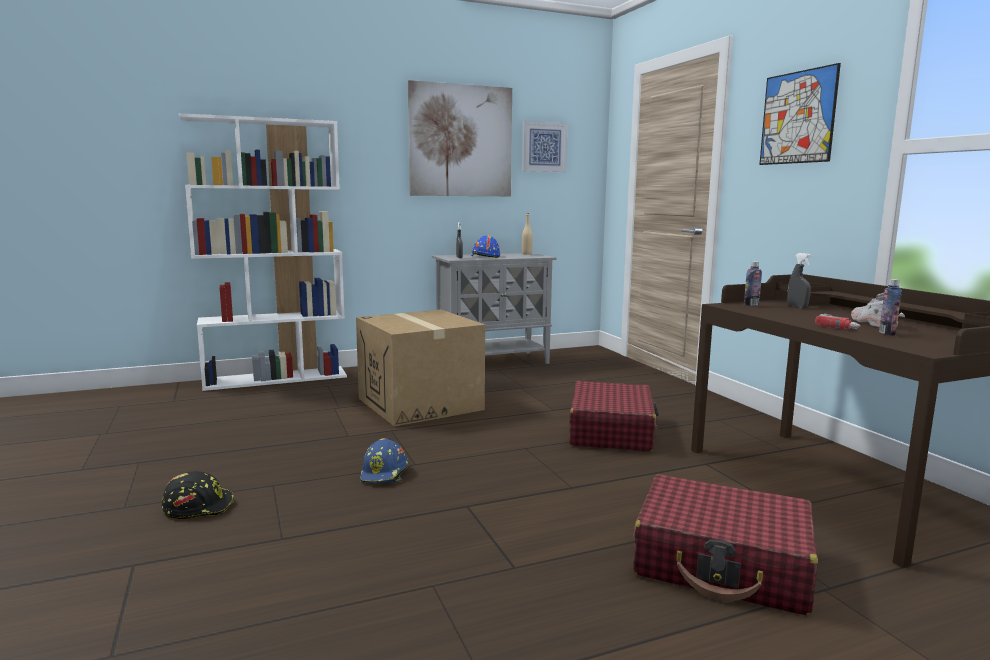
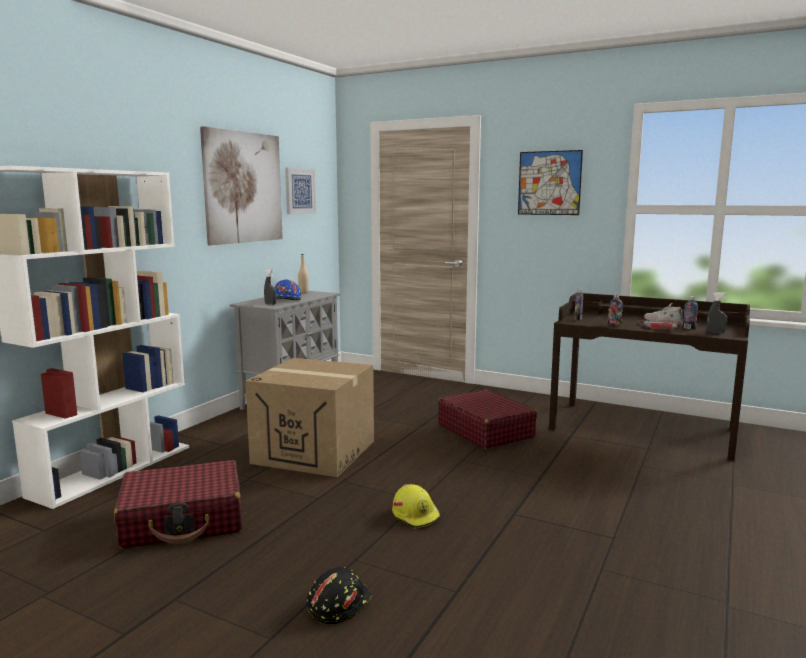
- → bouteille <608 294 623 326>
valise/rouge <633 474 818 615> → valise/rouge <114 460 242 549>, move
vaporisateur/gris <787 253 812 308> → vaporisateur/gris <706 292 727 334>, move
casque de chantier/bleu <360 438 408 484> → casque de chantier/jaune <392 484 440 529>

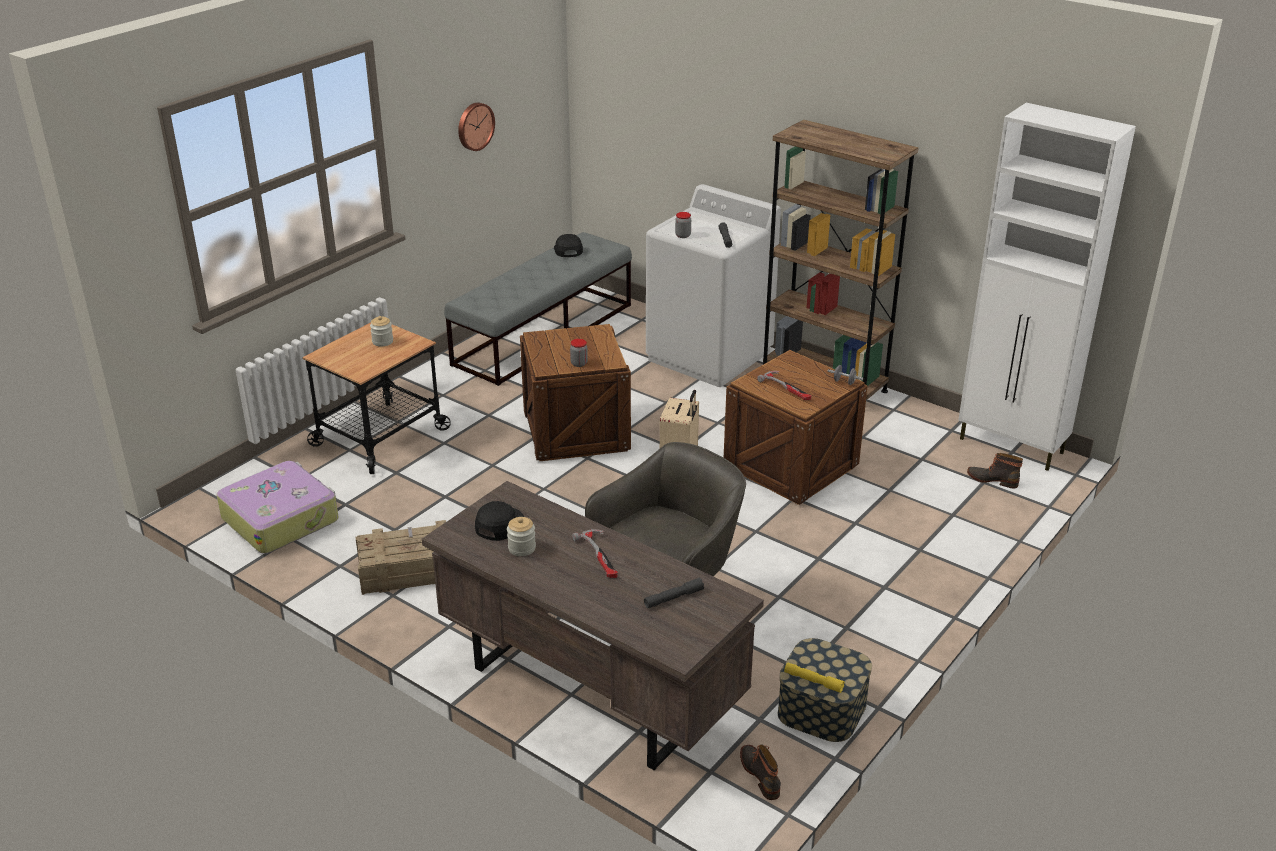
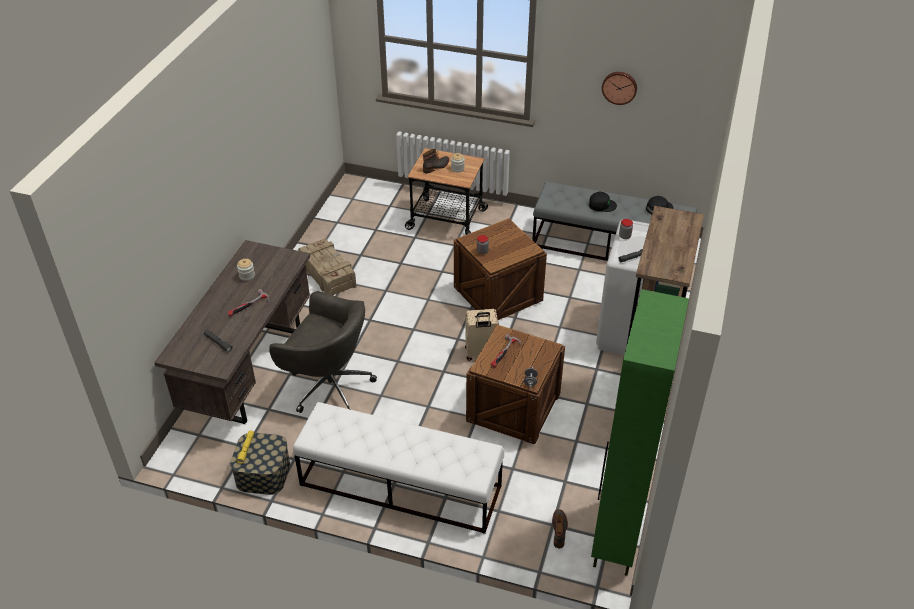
valise <217 461 338 554> → -
- → banc/blanc <293 402 504 534>
casquette/noir <475 501 524 541> → casquette/noir <589 192 617 212>, move
botte <740 744 781 800> → botte <423 149 449 174>, move
meuble de rangement/blanc <958 103 1136 471> → meuble de rangement/vert <591 289 689 576>

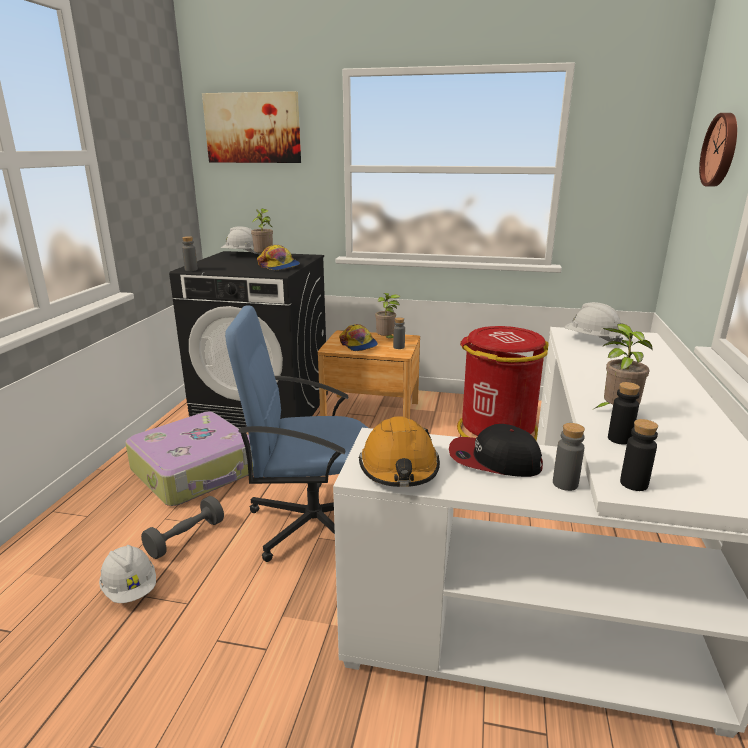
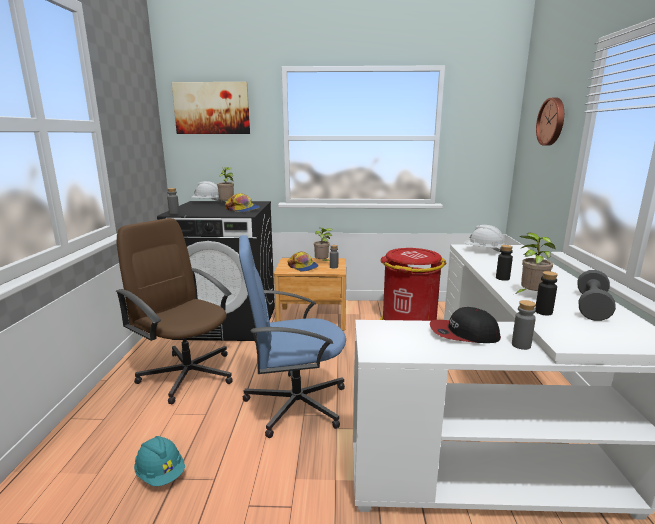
casque de chantier/orange <359 417 440 487> → -
haltère/gris <141 496 224 559> → haltère/gris <577 270 616 321>, move
bouteille/noir <620 419 658 491> → bouteille/noir <496 245 513 281>, move
valise <125 412 253 506> → chaise de bureau/marron <115 218 233 404>
casque de chantier/blanc <99 545 156 603> → casque de chantier/turquoise <134 436 185 486>

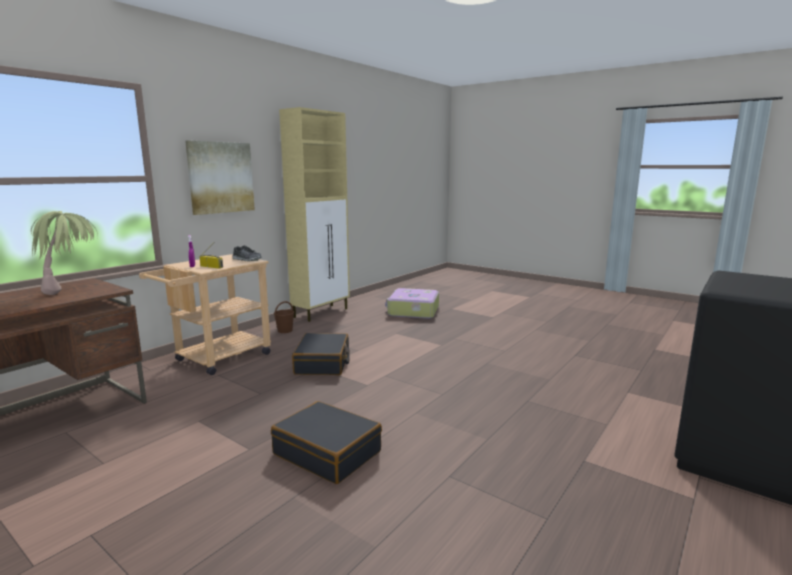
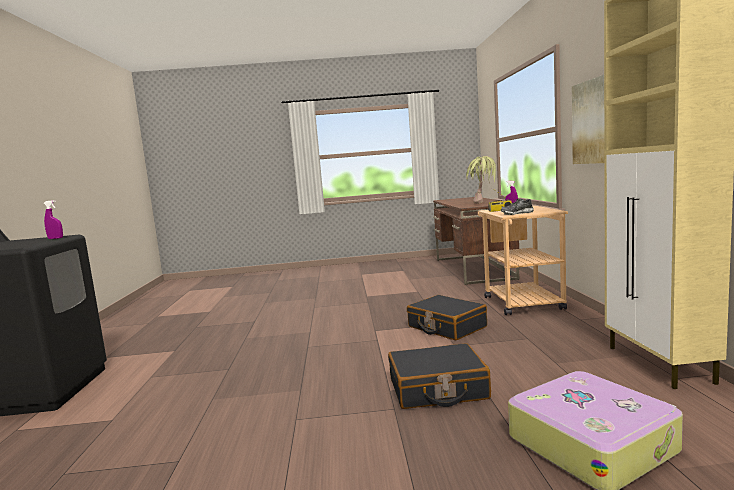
seau/marron <274 301 294 333> → -
- → vaporisateur/violet <44 200 63 239>
valise/noir <271 401 382 484> → valise/noir <388 343 491 409>, move

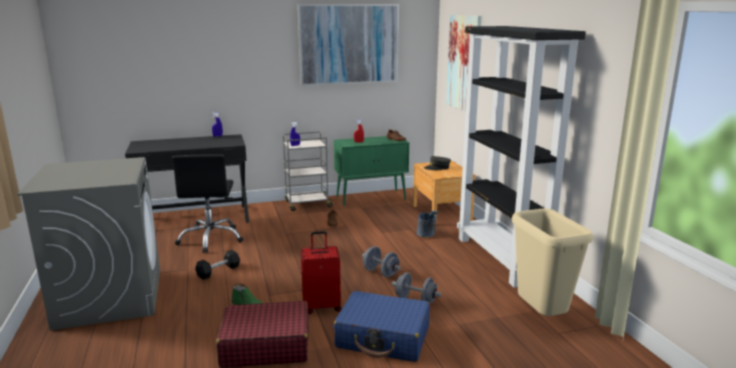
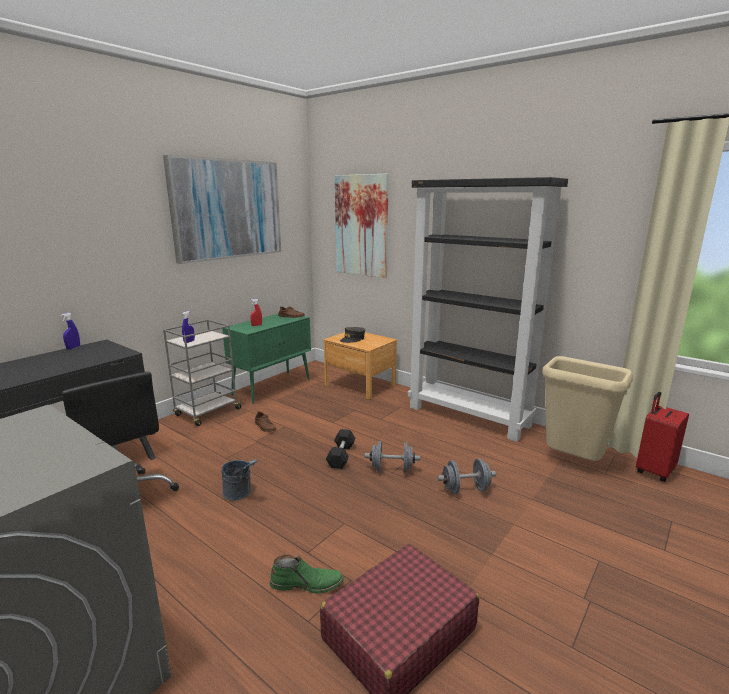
valise/bleu <334 291 430 362> → -
haltère/noir <195 250 240 280> → haltère/noir <326 429 355 469>, move
valise/rouge <301 231 341 314> → valise/rouge <636 392 689 482>, move
seau/gris <417 211 438 237> → seau/gris <221 459 258 501>, move

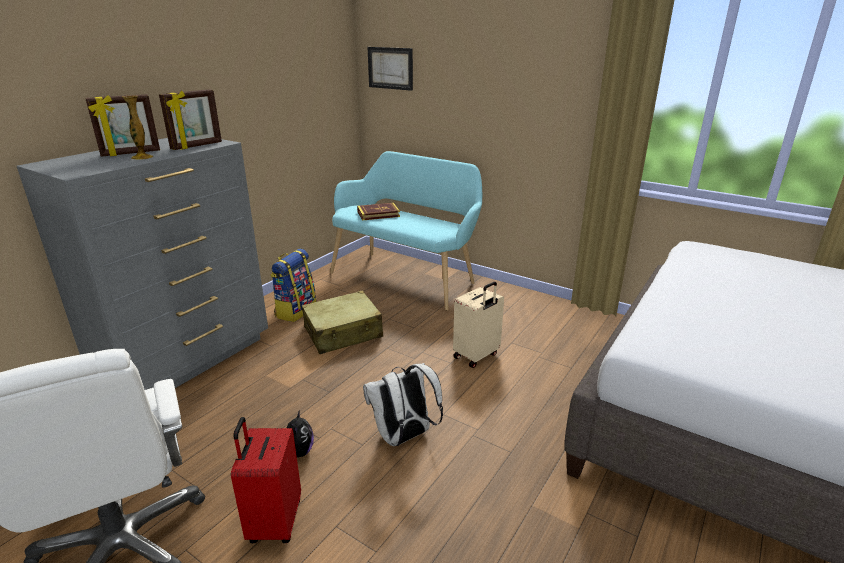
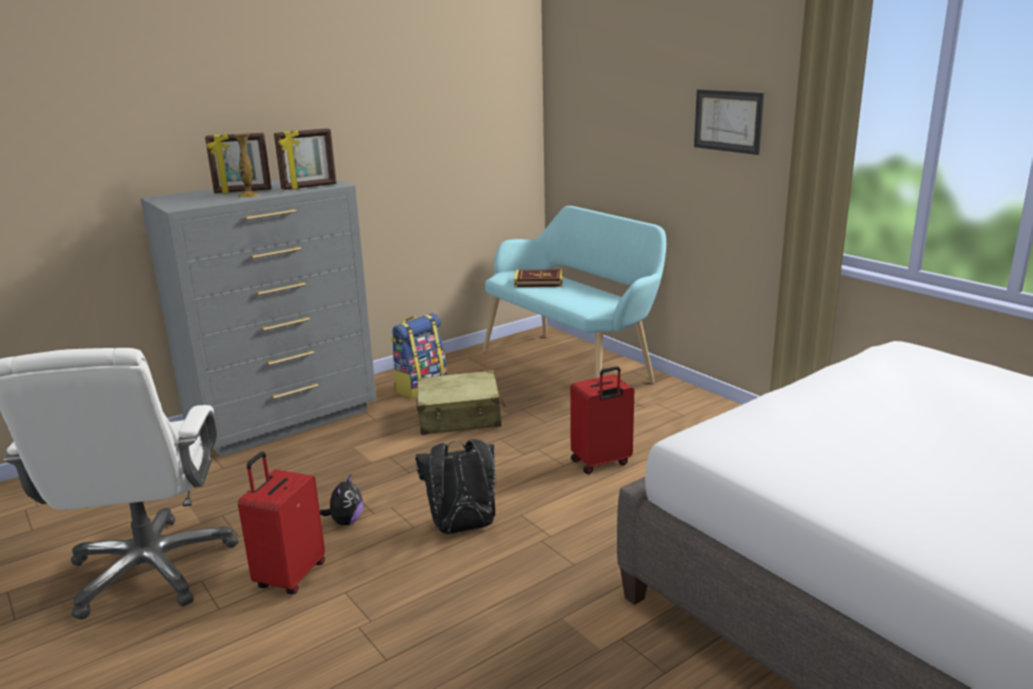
tableau <368 47 413 91> → tableau <694 89 764 155>, move
sac à dos/blanc <363 363 443 446> → sac à dos/noir <415 439 496 534>
valise/beige <453 282 504 368> → valise/rouge <570 366 634 474>

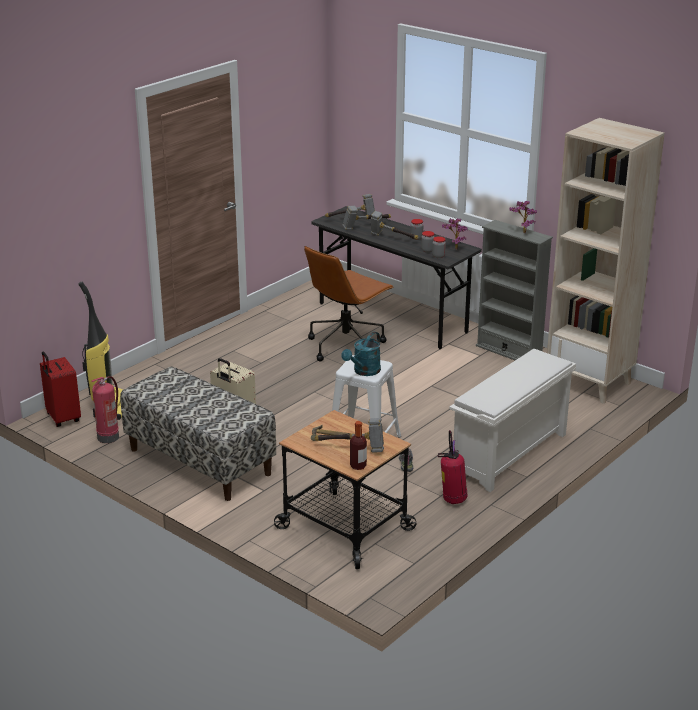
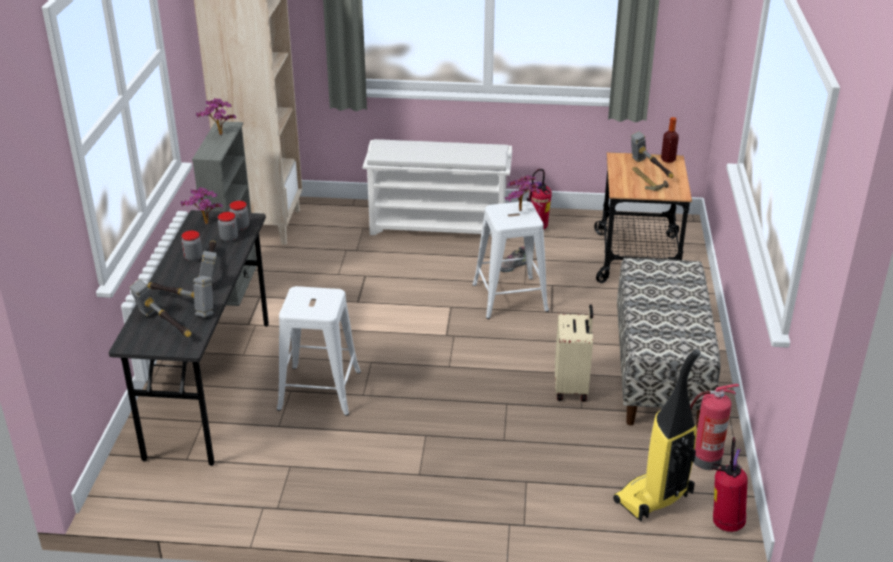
valise/rouge <40 352 81 427> → extincteur <712 437 748 532>
chaise de bureau/marron <304 246 394 362> → tabouret/blanc <277 286 361 416>
arrosoir/turquoise <341 332 381 376> → plante en pot <505 175 540 211>

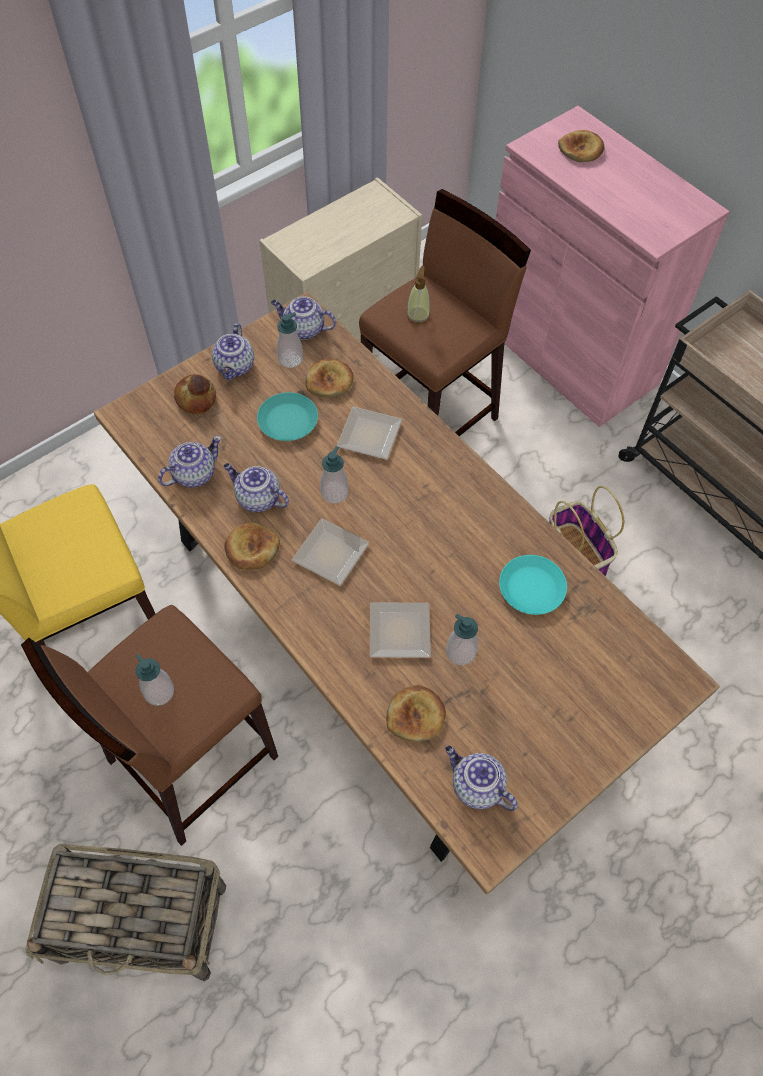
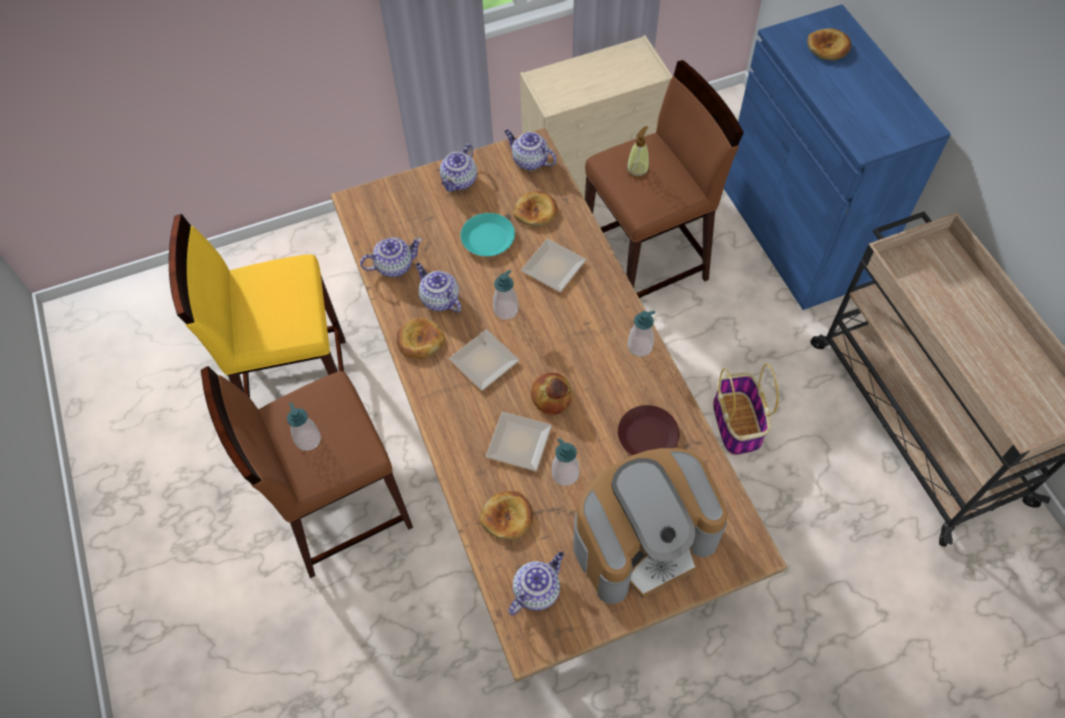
panier <25 844 226 982> → -
- → machine à café <573 448 728 604>
pain <174 374 216 414> → pain <531 373 572 415>, move
distributeur de savon <277 312 303 368> → distributeur de savon <627 311 655 357>, move
meuble de rangement/rose <496 106 730 427> → meuble de rangement/bleu <724 4 951 310>
assiette/turquoise <499 555 567 615> → assiette/marron <618 405 680 456>
théière <445 746 518 811> → théière <508 552 564 615>, 75 degrees clockwise

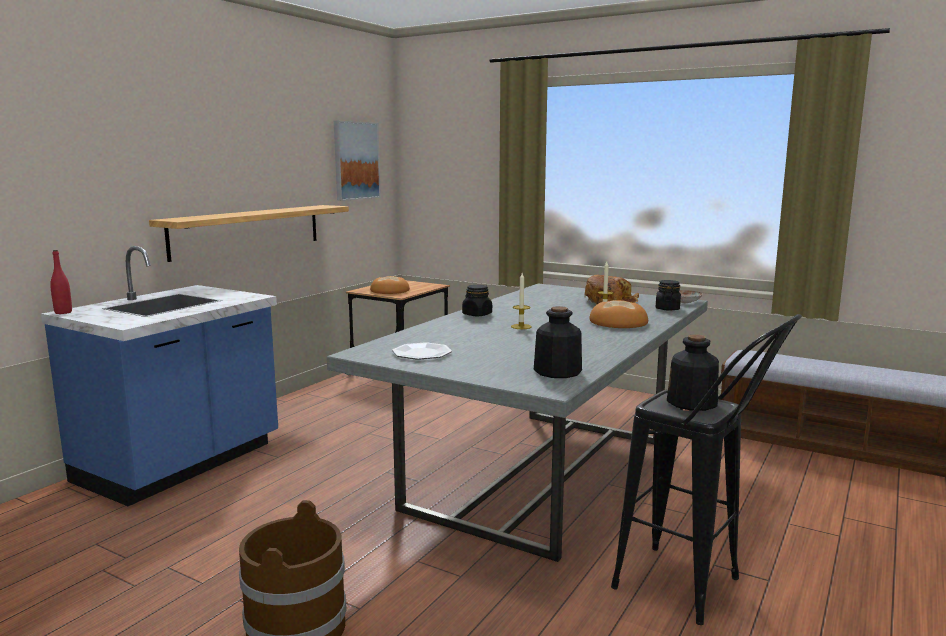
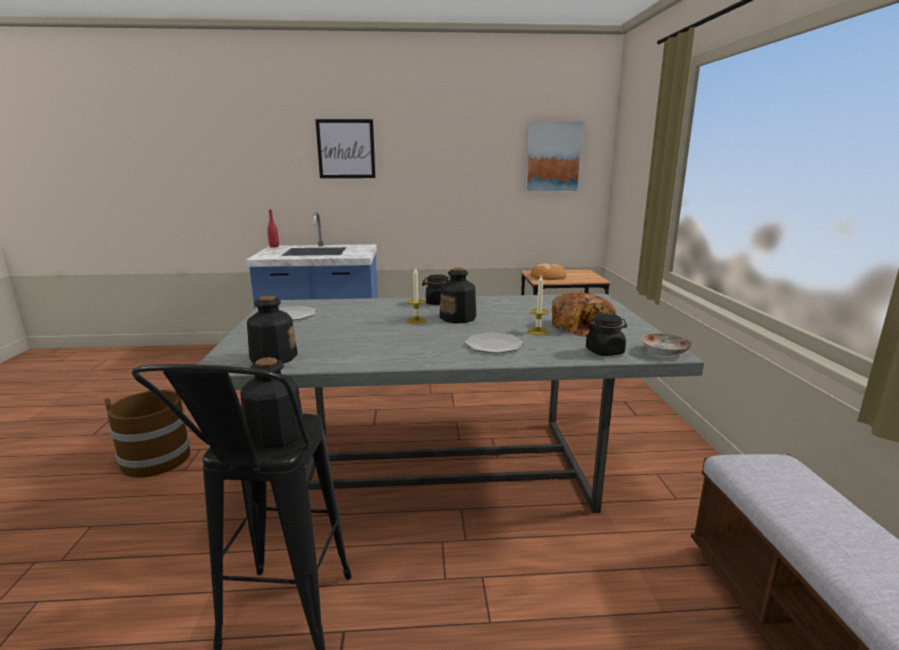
étagère <149 205 349 262> → -
- → tableau <315 119 376 178>
- → bouteille <440 268 476 323>
pain <590 300 648 328> → assiette <464 333 523 354>

